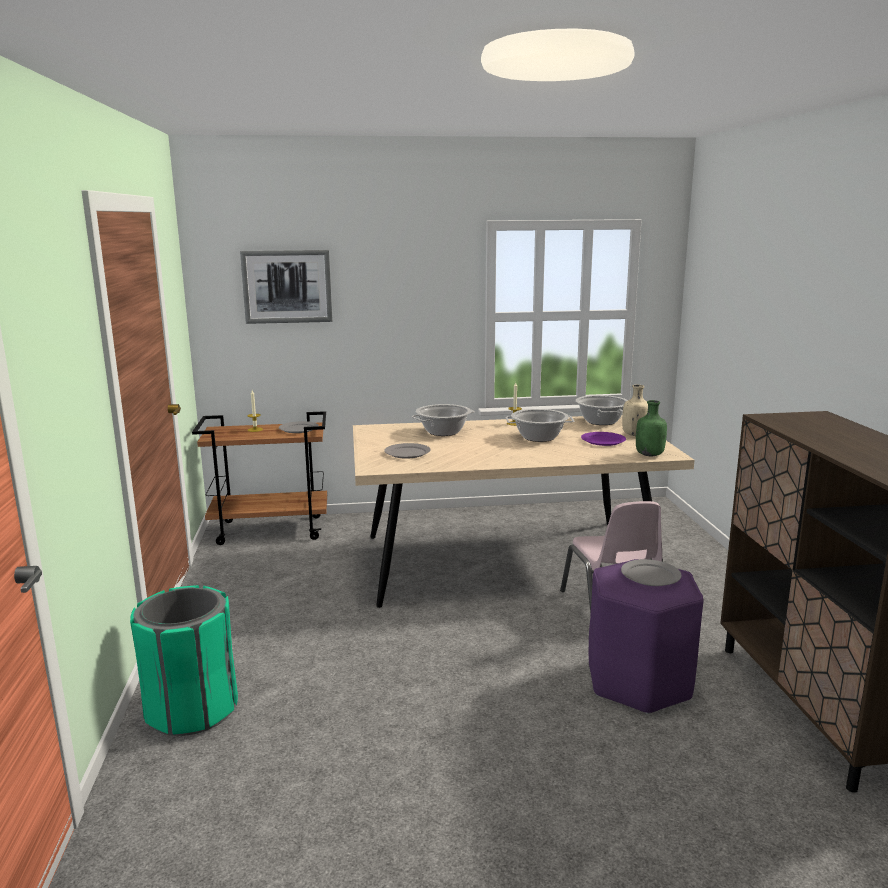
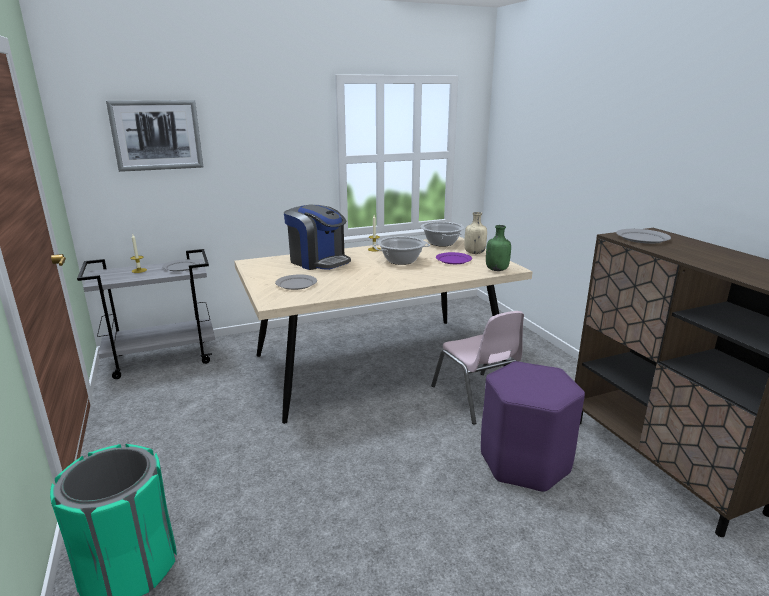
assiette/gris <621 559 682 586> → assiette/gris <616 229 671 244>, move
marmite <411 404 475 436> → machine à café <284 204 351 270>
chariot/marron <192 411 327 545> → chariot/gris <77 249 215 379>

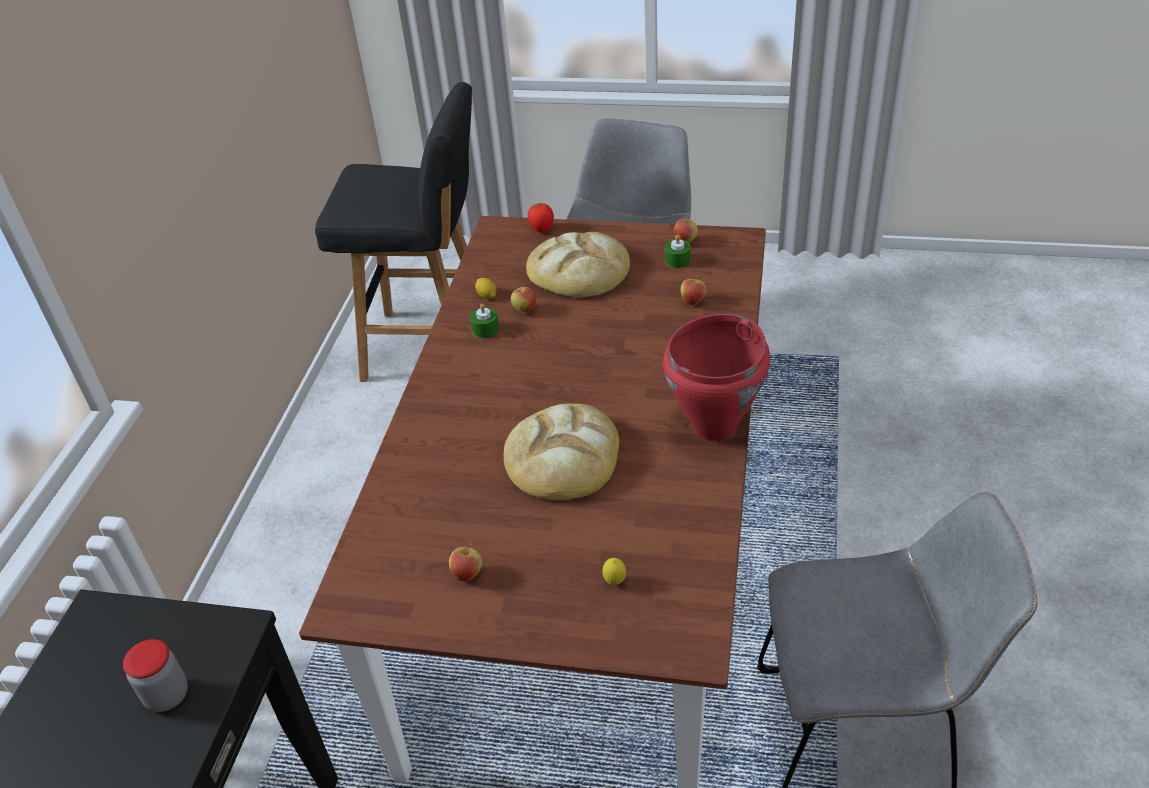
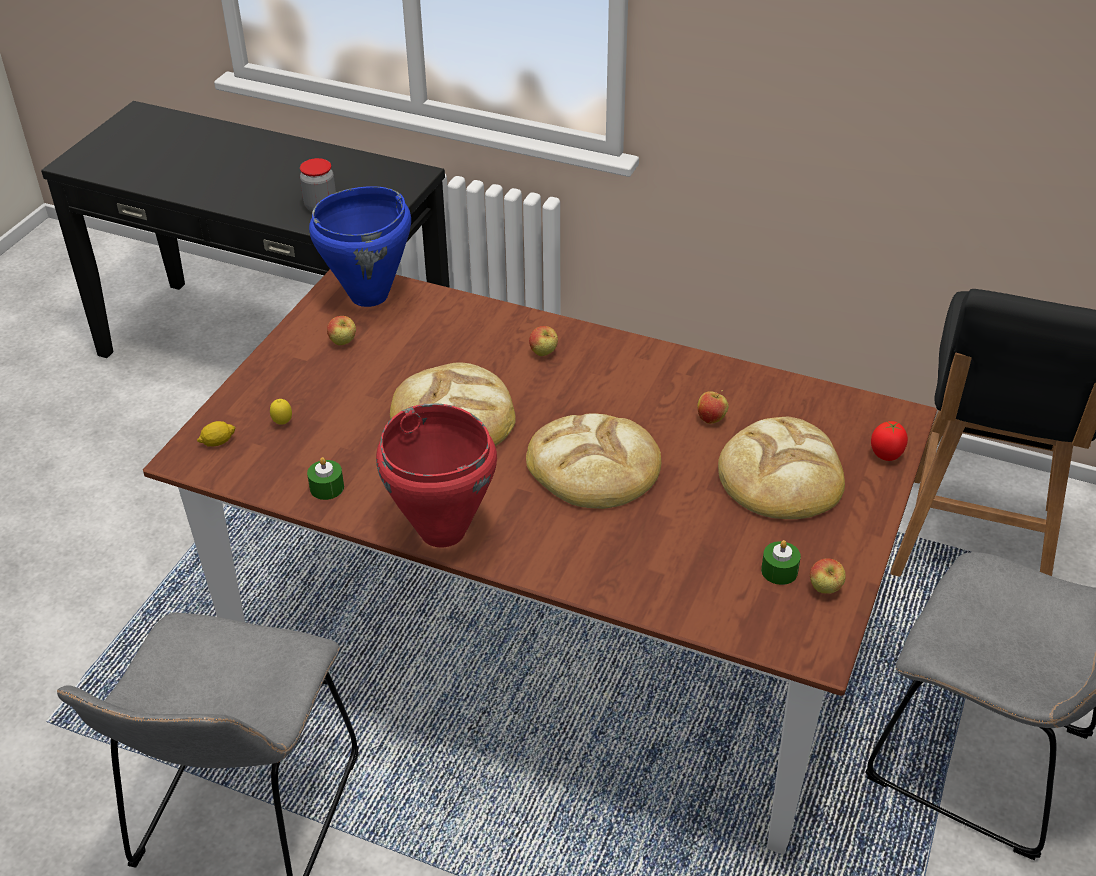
- → marmite/bleu <309 186 411 307>
- → pain <526 413 661 509>
bougie/vert <470 303 499 338> → bougie/vert <307 457 344 500>, move
citron <475 278 497 299> → citron <197 421 236 447>, move
pomme <680 275 706 305> → pomme <529 326 558 356>, move

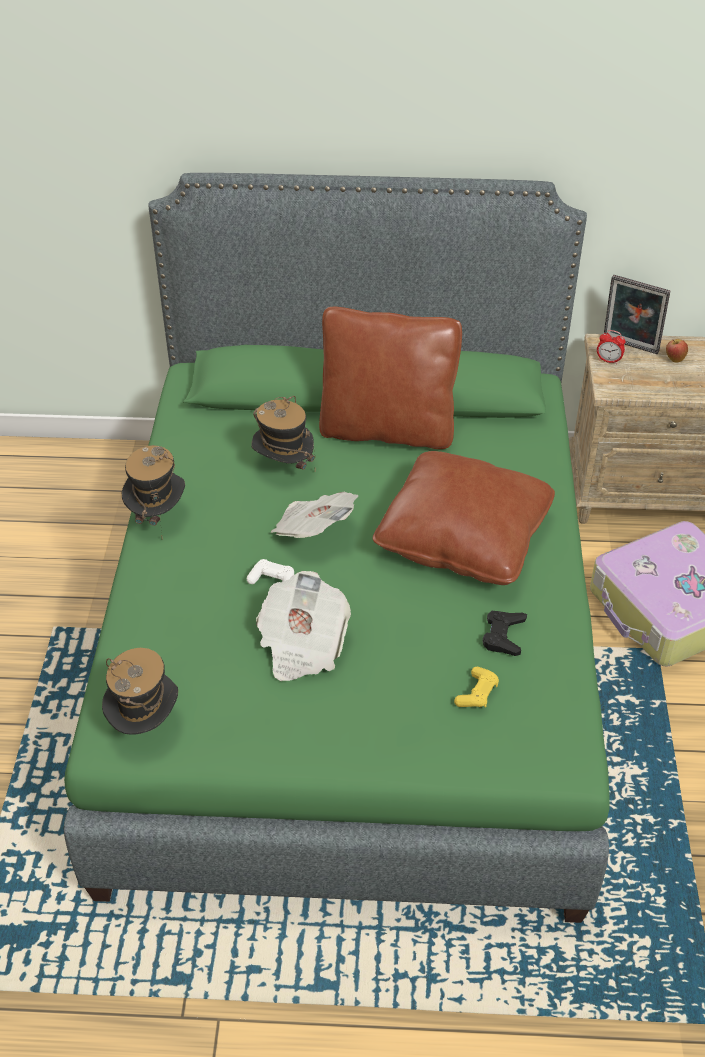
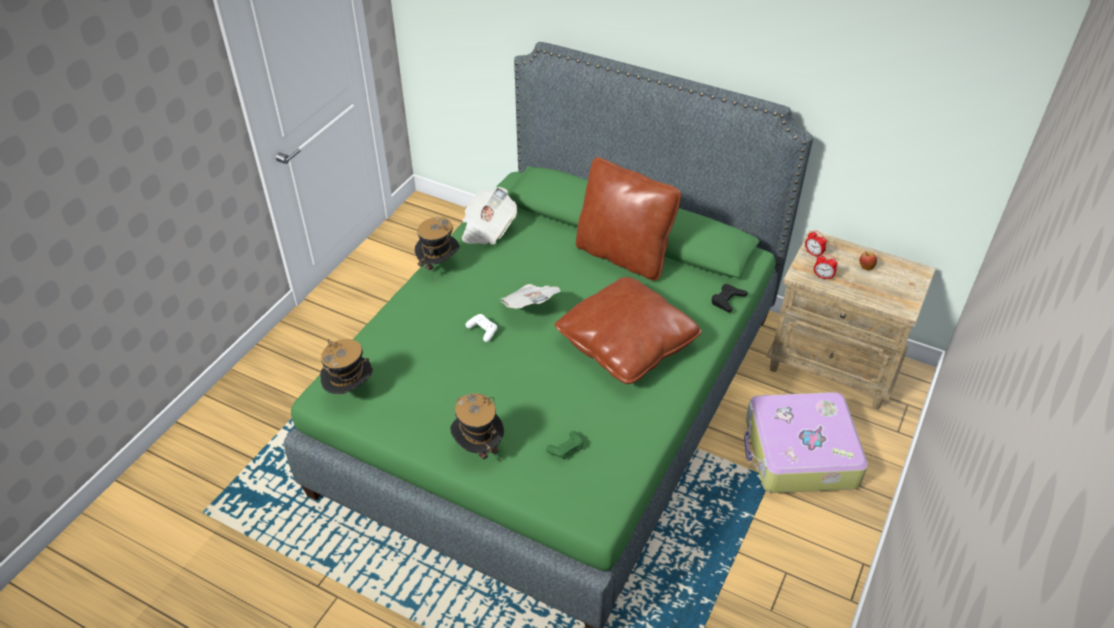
cadre photo <604 275 670 354> → -
- → réveil <814 254 838 280>
chapeau <252 396 316 470> → chapeau <450 393 504 461>, move
journal <256 571 351 681> → journal <461 187 517 245>, move
manette/noir <482 611 527 656> → manette/noir <712 284 748 312>, move
manette/jaune <454 667 499 708> → manette/vert <546 431 583 460>

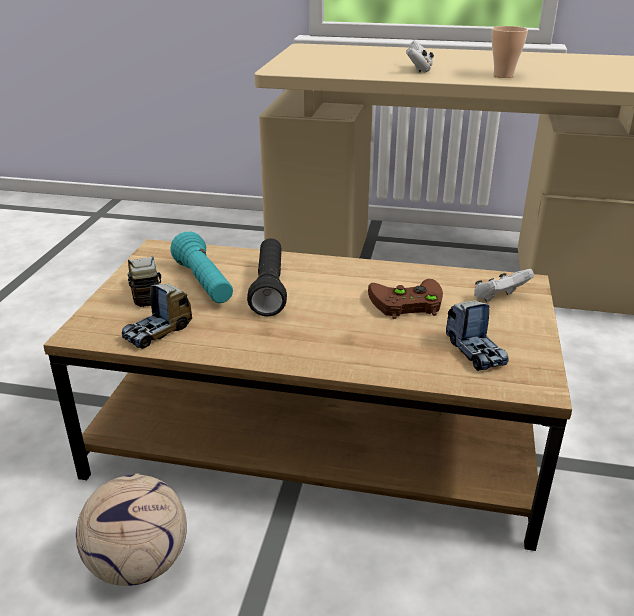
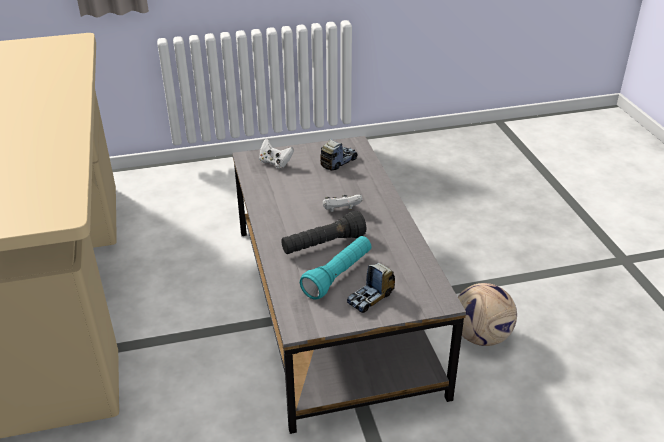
camion jouet <122 284 192 349> → -
manette/marron <368 279 443 319> → -
tasse <491 26 528 78> → -
manette/blanc <406 41 434 73> → manette/blanc <323 195 362 212>, move
table basse/marron <44 239 572 551> → table basse/gris <232 136 466 434>

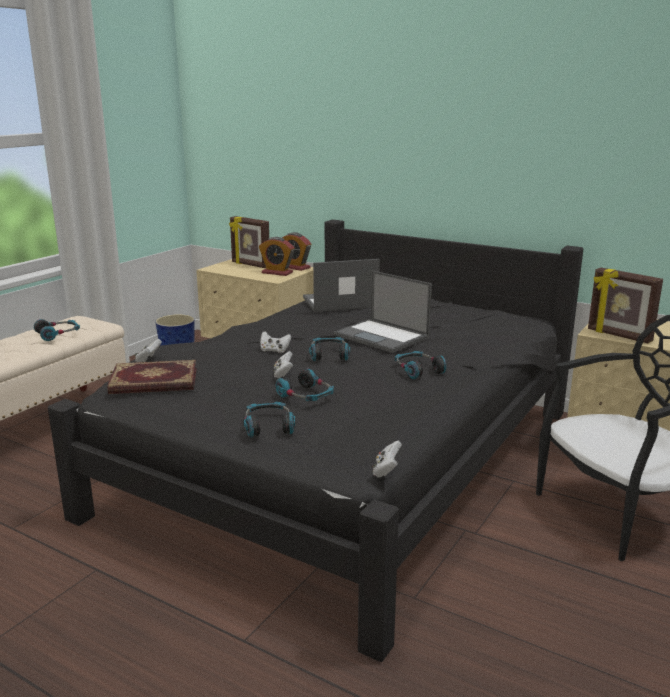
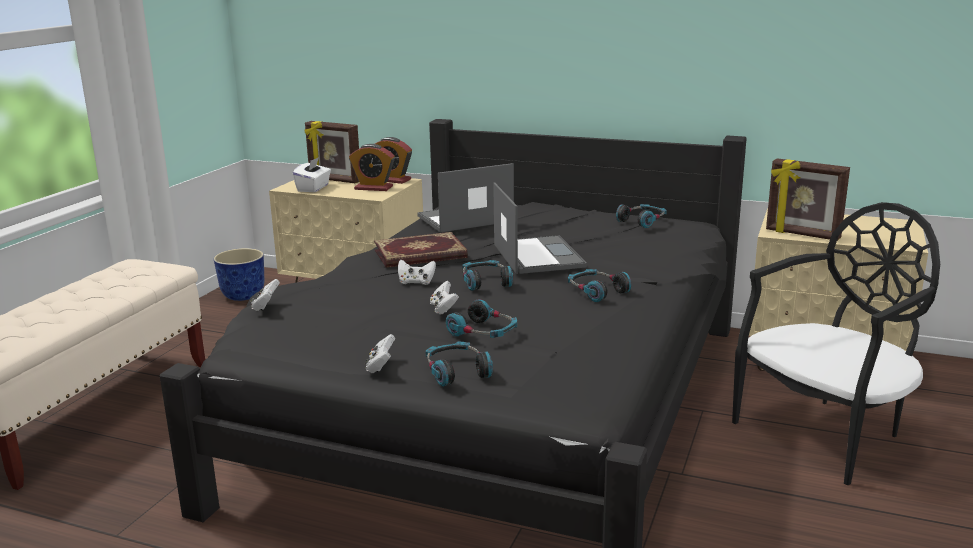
- → boîte à mouchoirs/blanc <293 157 331 192>
casque audio <34 319 80 341> → casque audio <616 204 667 228>, move
livre <107 360 197 394> → livre <374 232 468 268>, move
manette/blanc <372 441 402 478> → manette/blanc <365 334 395 373>, move
ordinateur portable <334 271 432 353> → ordinateur portable <493 182 587 274>, 135 degrees counterclockwise

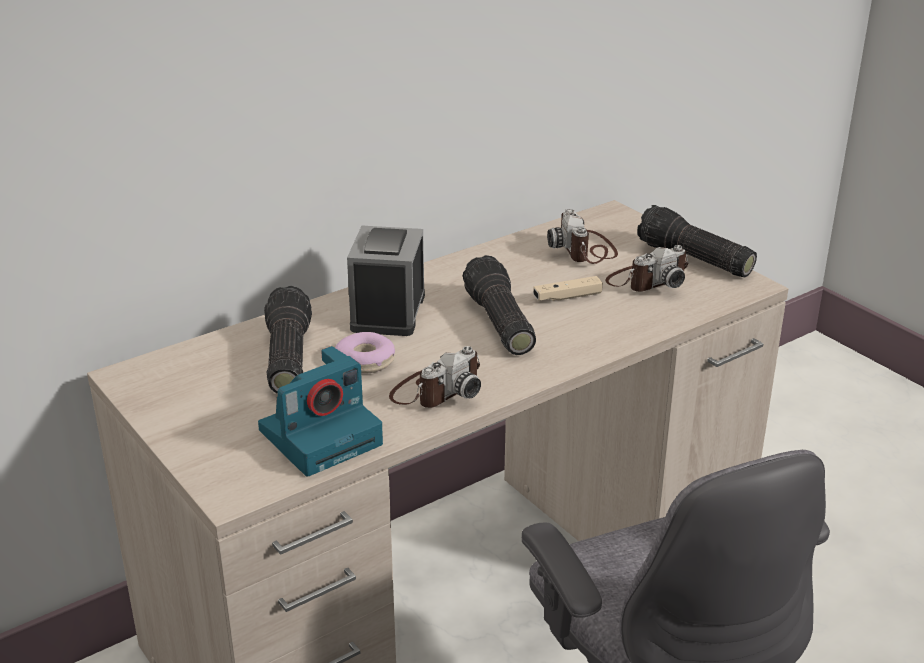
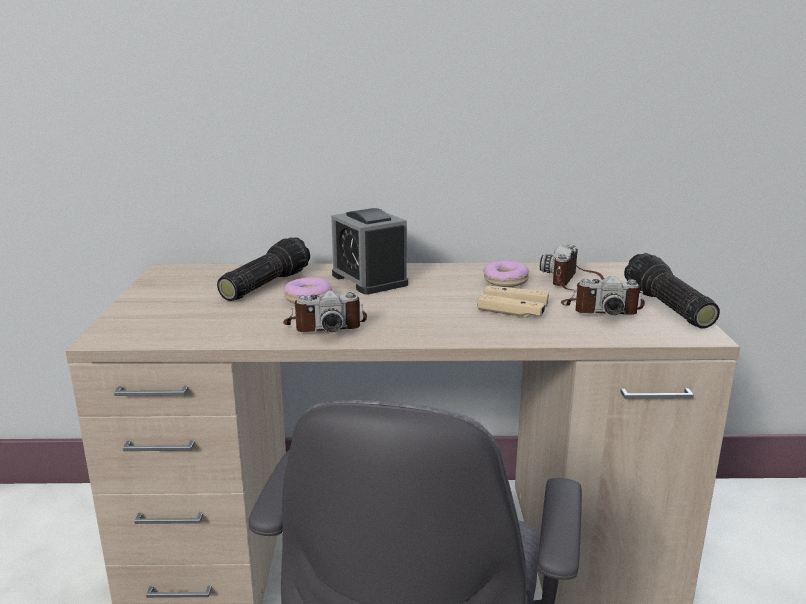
appareil photo <258 346 383 477> → -
lampe de poche <463 255 536 355> → -
- → manette/beige <477 294 545 317>
- → beignet <483 261 529 287>
réveil <347 226 425 336> → réveil <331 208 408 294>, 75 degrees counterclockwise

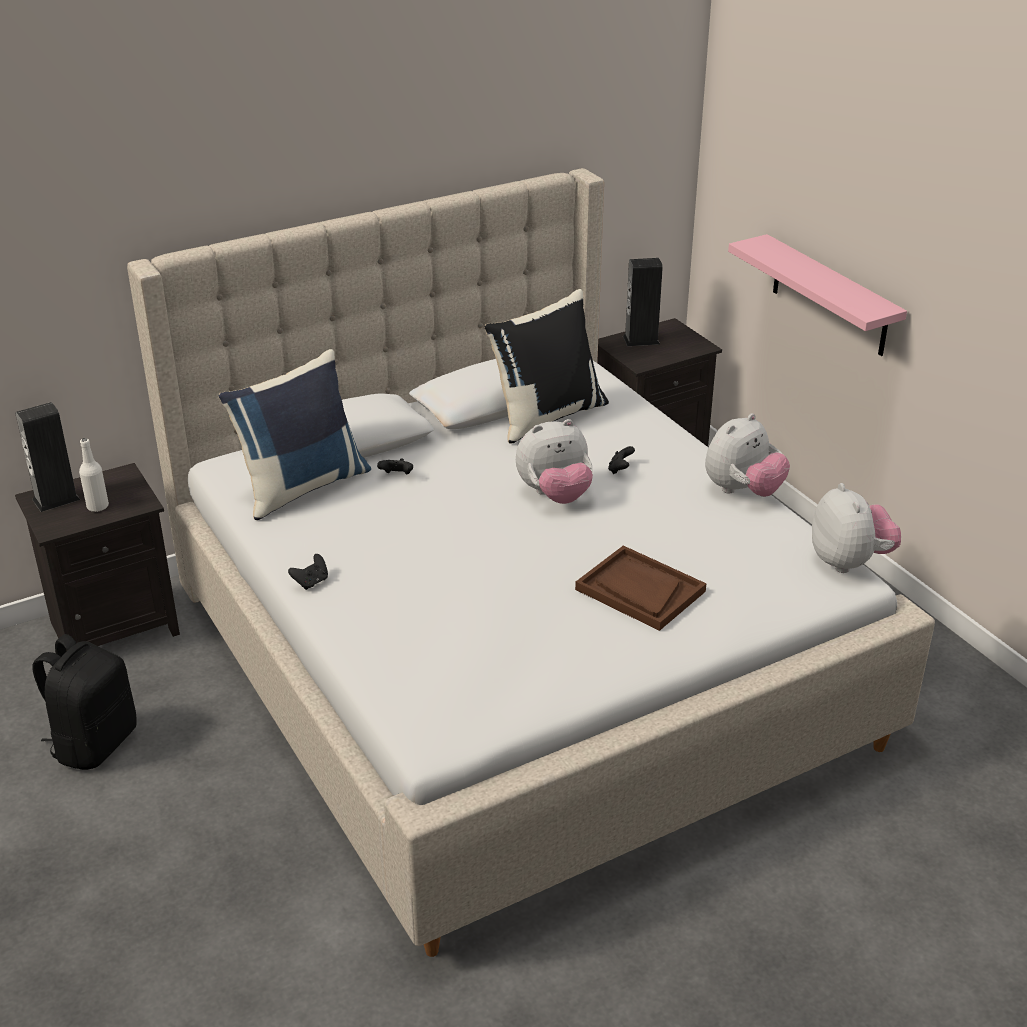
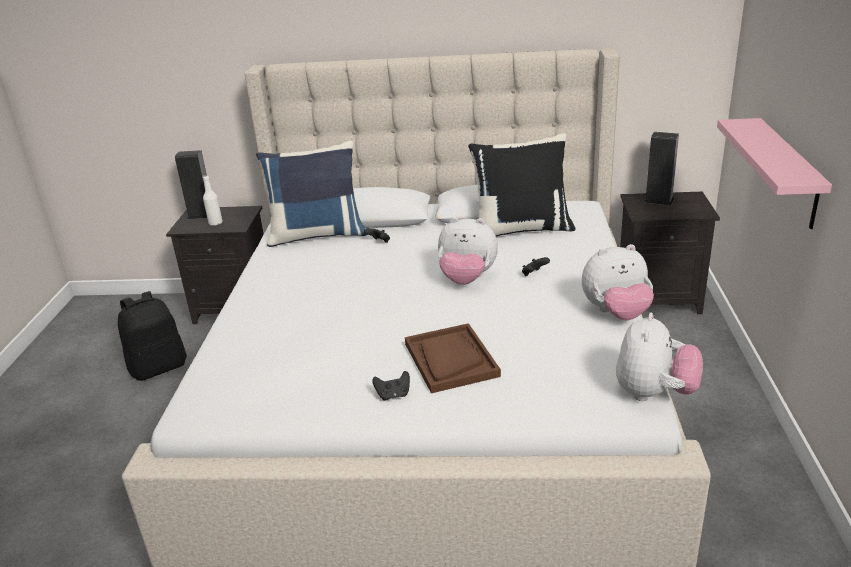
manette/noir <288 554 328 590> → manette/noir <372 371 410 401>, move

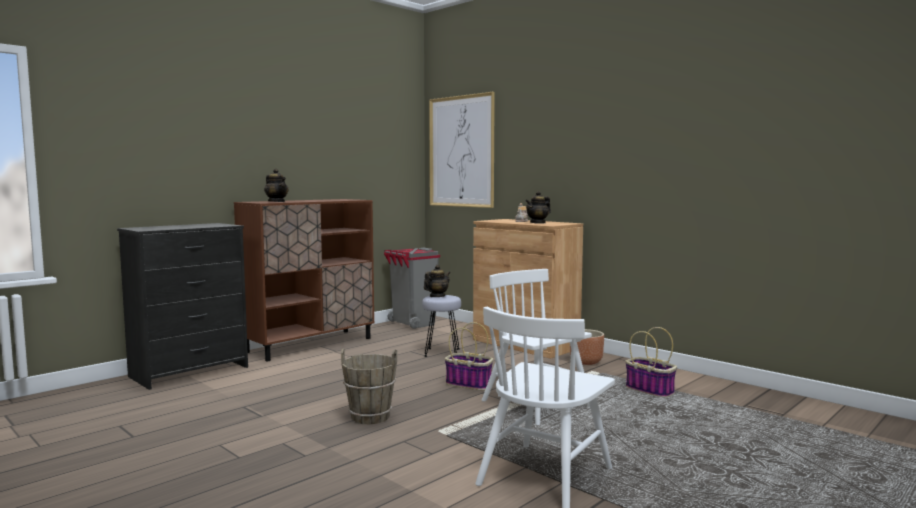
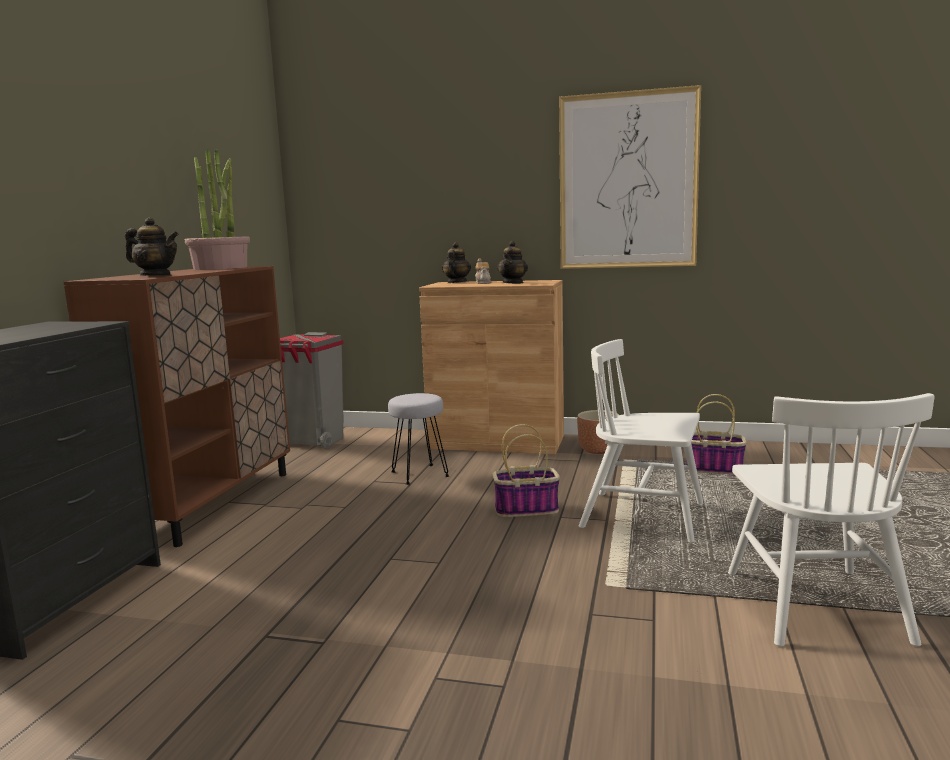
seau/marron <341 348 397 424> → -
- → plante en pot <185 148 250 270>
théière <424 265 450 297> → théière <442 242 471 283>, move
tableau <429 92 495 208> → tableau <559 85 701 269>, move

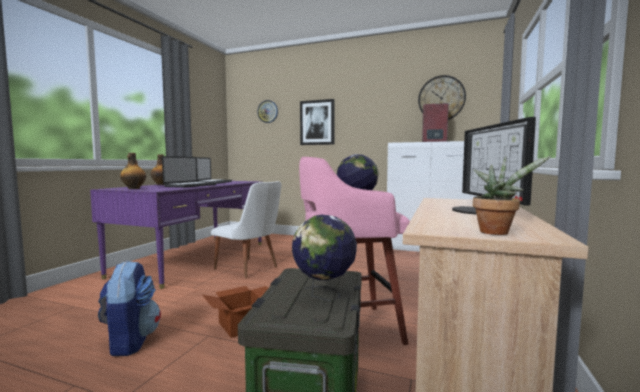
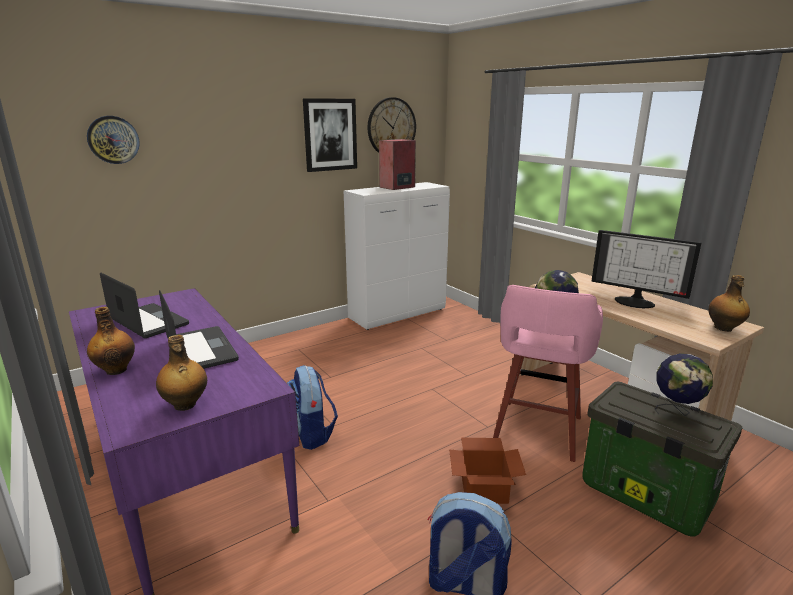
tableau <300 99 335 145> → tableau <303 98 357 172>, move
chaise/blanc <211 181 282 278> → sac à dos <287 365 338 450>
plante en pot <473 156 551 235> → bouteille <708 275 750 332>

